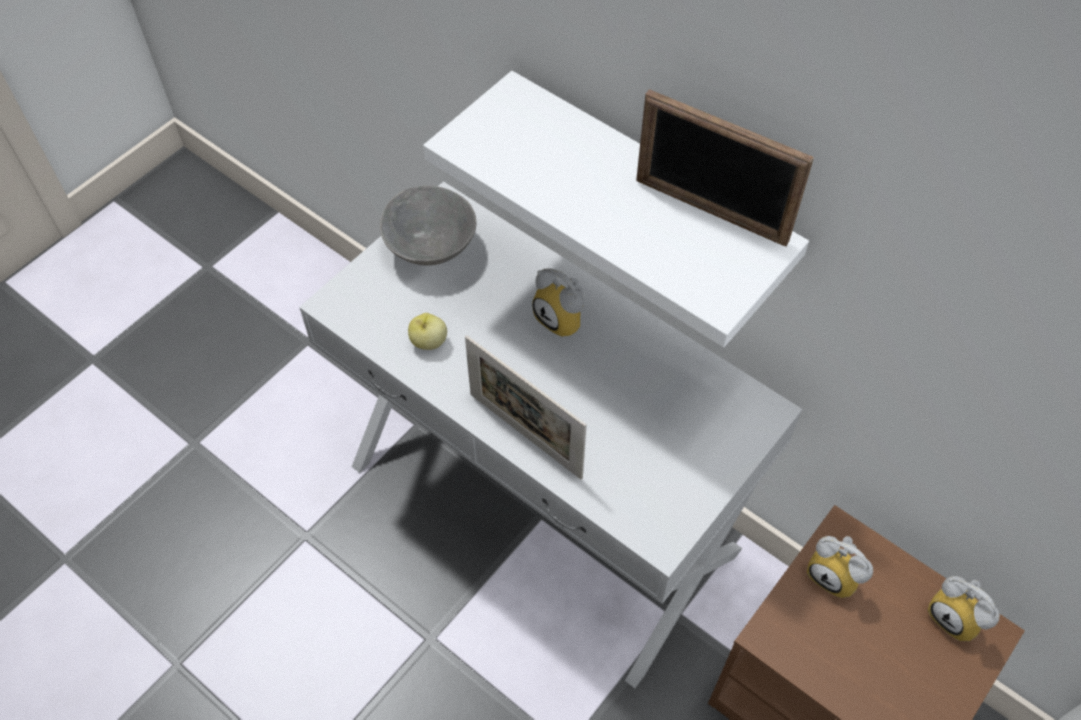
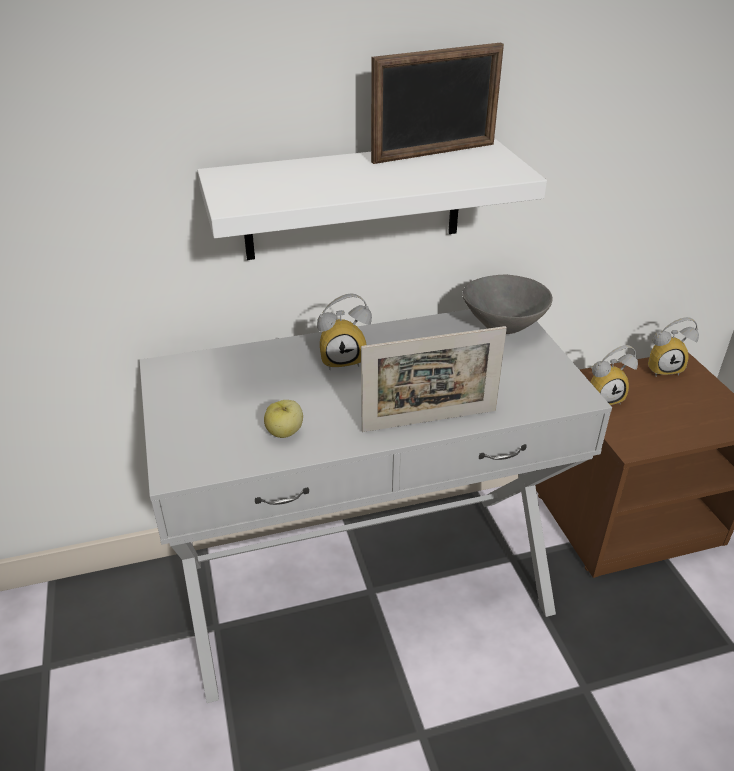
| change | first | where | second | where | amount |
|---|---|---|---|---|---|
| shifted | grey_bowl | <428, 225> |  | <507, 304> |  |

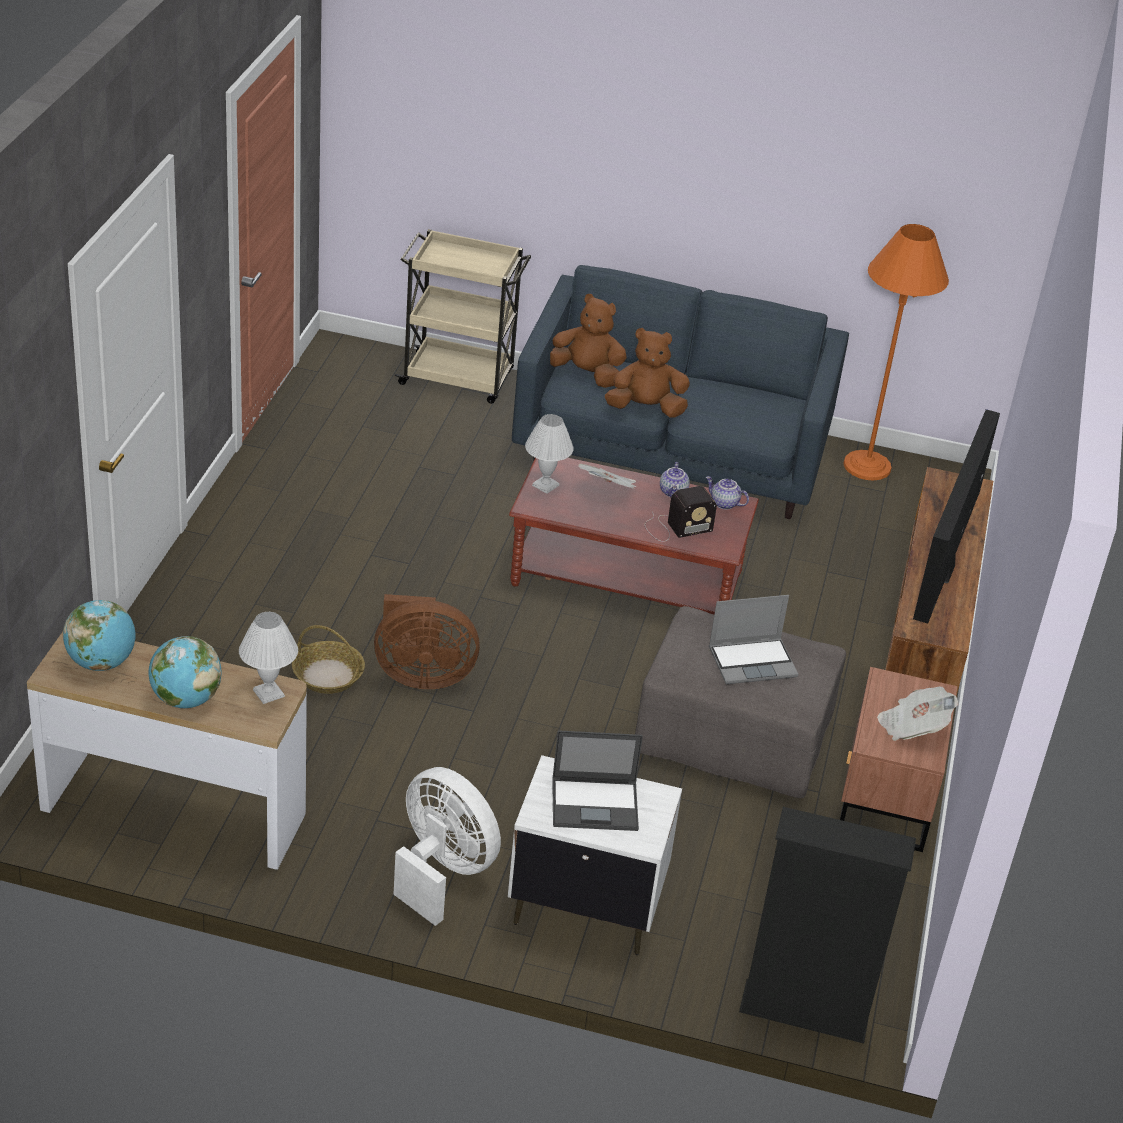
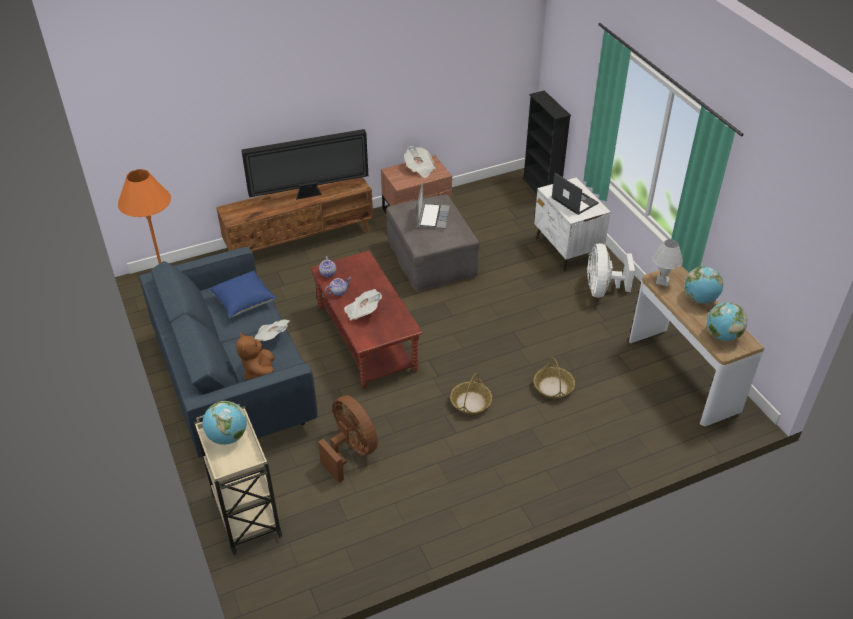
| change | first | where | second | where | amount |
|---|---|---|---|---|---|
| shifted | brownish_fan | <427, 641> |  | <348, 439> |  |
| gone | whitish_lamp_for_a_table | <549, 454> |  |  |  |
| swapped | brownish_cuddly_toy | <647, 373> | daily_paper | <272, 330> |  |
| gone | radio_receiver | <681, 514> |  |  |  |
| rotated | portable_computer | <753, 639> |  | <433, 205> | 60 degrees clockwise |
| new |  |  | world_globe | <225, 423> |  |
| new |  |  | bluish_throw_pillow | <243, 294> |  |
| new |  |  | basket | <471, 394> |  |

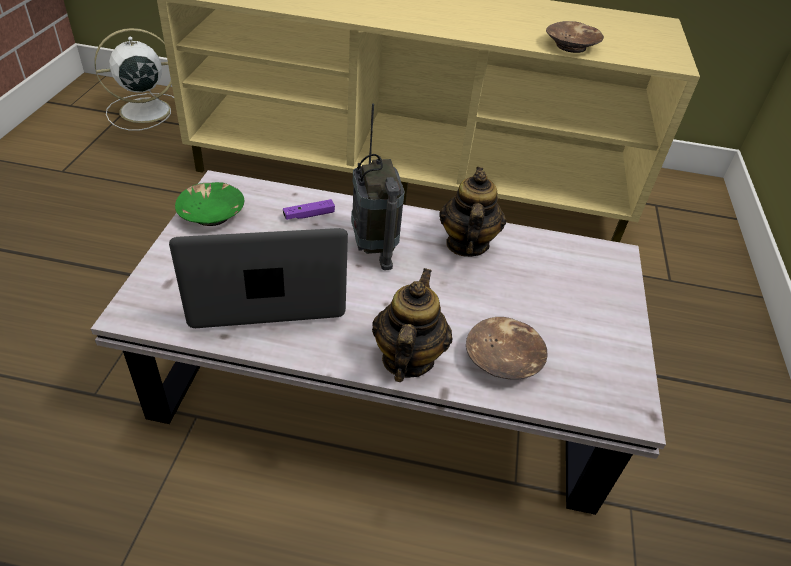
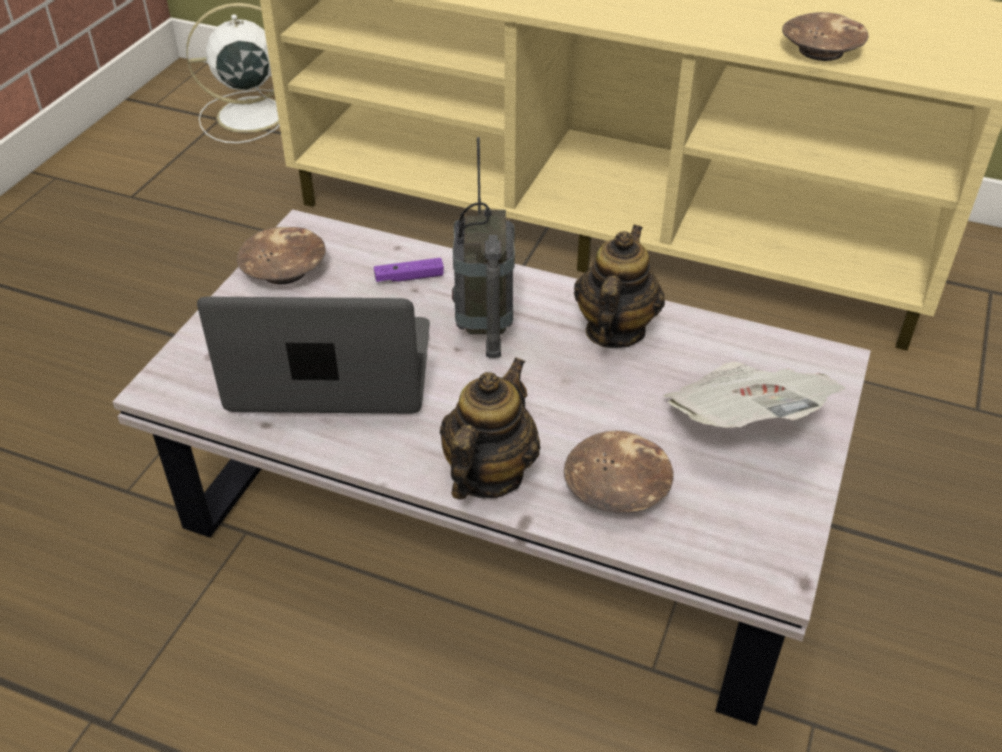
| change | first | where | second | where | amount |
|---|---|---|---|---|---|
| repainted | greenish_bowl | <210, 204> | brownish_bowl | <281, 255> |  |
| new |  |  | daily_paper | <754, 395> |  |

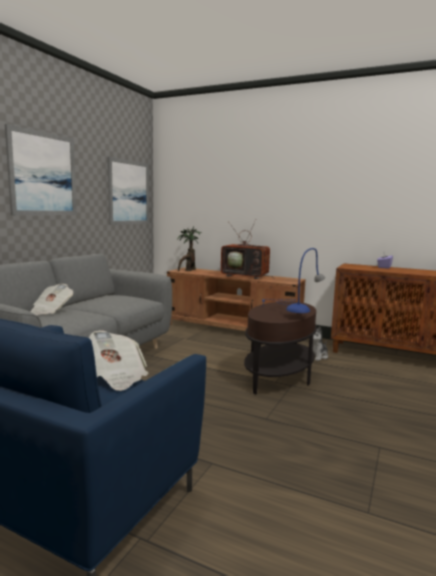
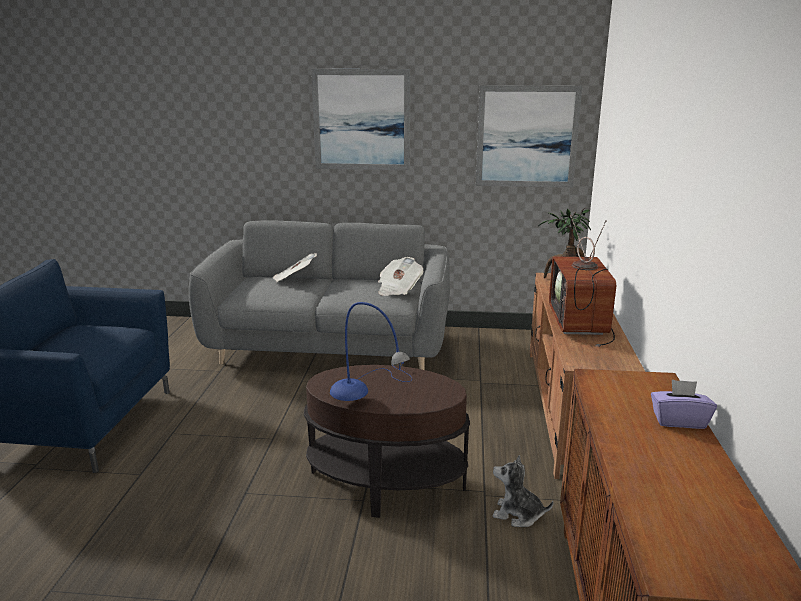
| change | first | where | second | where | amount |
|---|---|---|---|---|---|
| shifted | daily_paper | <119, 361> |  | <401, 276> |  |

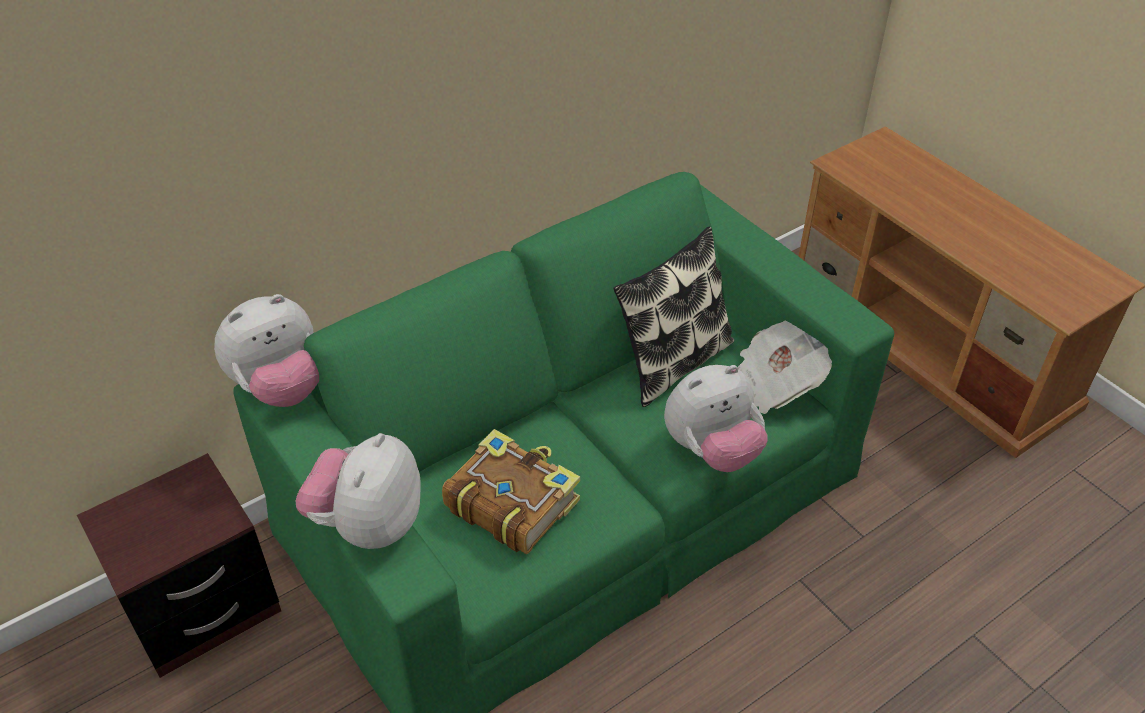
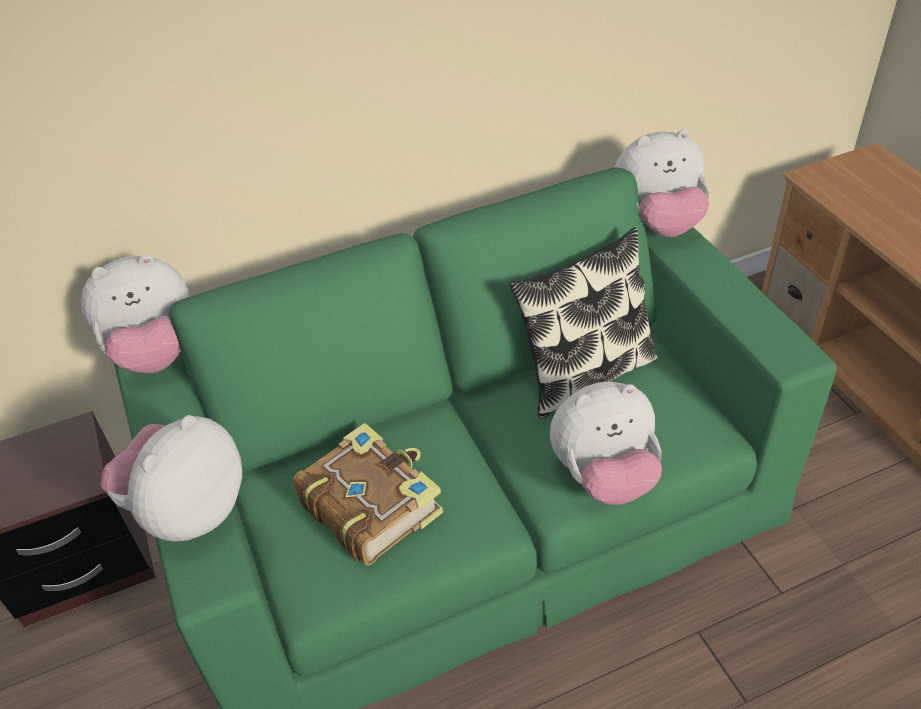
| change | first | where | second | where | amount |
|---|---|---|---|---|---|
| gone | daily_paper | <785, 367> |  |  |  |
| new |  |  | cuddly_toy | <661, 183> |  |

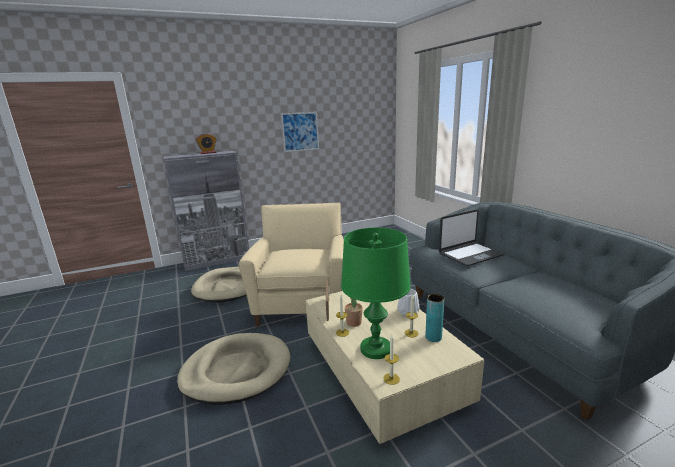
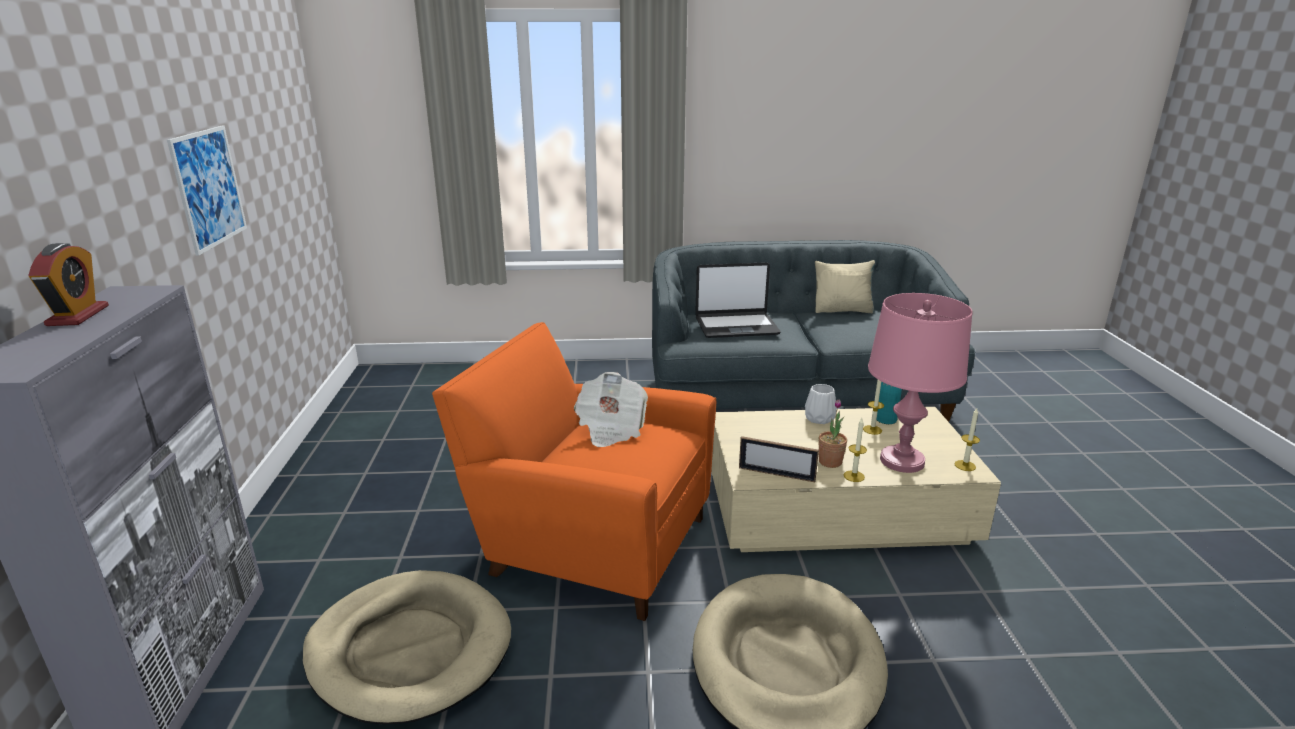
| change | first | where | second | where | amount |
|---|---|---|---|---|---|
| repainted | sand-coloured_easy_chair | <291, 265> | orange_easy_chair | <574, 471> |  |
| repainted | greenish_lamp_for_a_table | <376, 293> | pinkish_lamp_for_a_table | <920, 383> |  |
| rotated | portable_computer | <471, 238> |  | <738, 300> | 90 degrees clockwise |
| new |  |  | daily_paper | <611, 409> |  |
| new |  |  | sand-coloured_throw_pillow | <845, 286> |  |

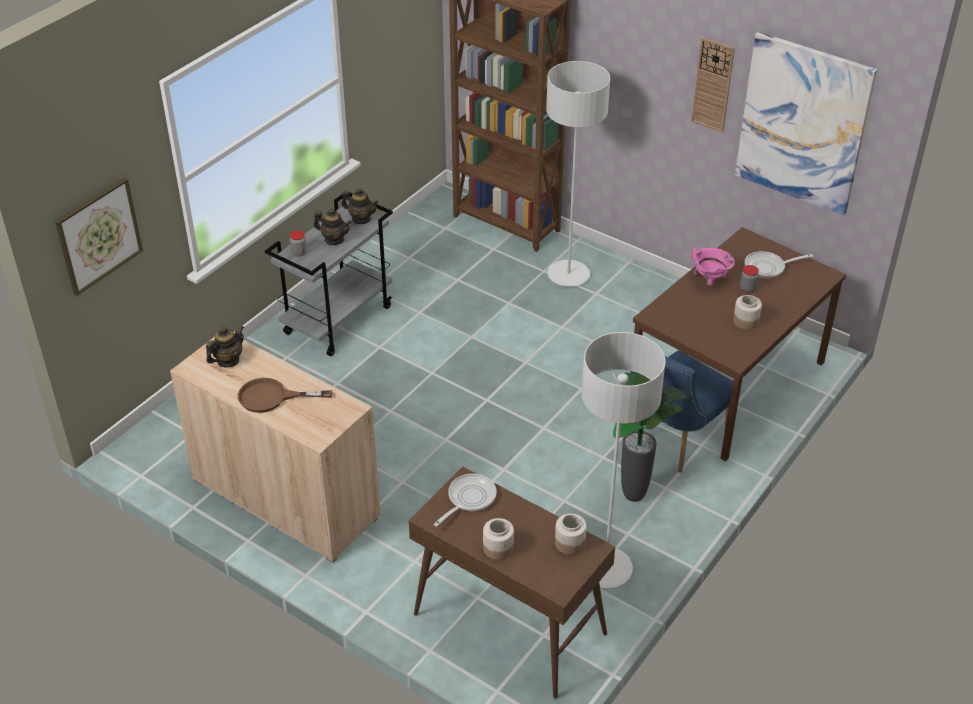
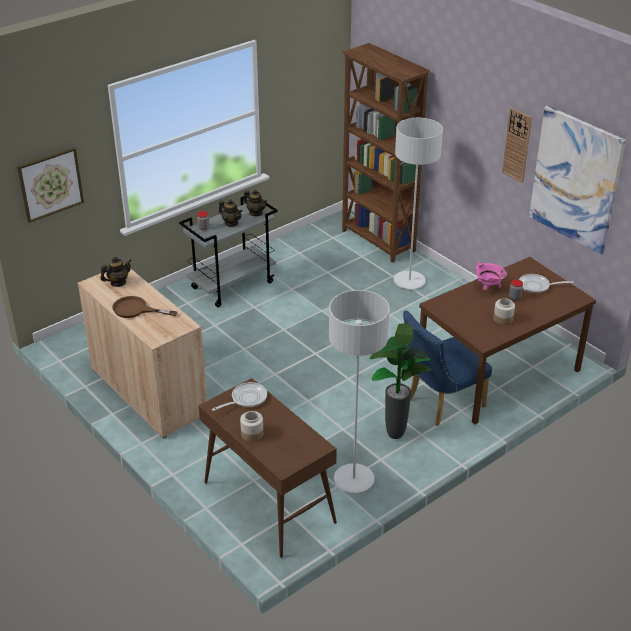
| change | first | where | second | where | amount |
|---|---|---|---|---|---|
| gone | jar | <571, 534> |  |  |  |

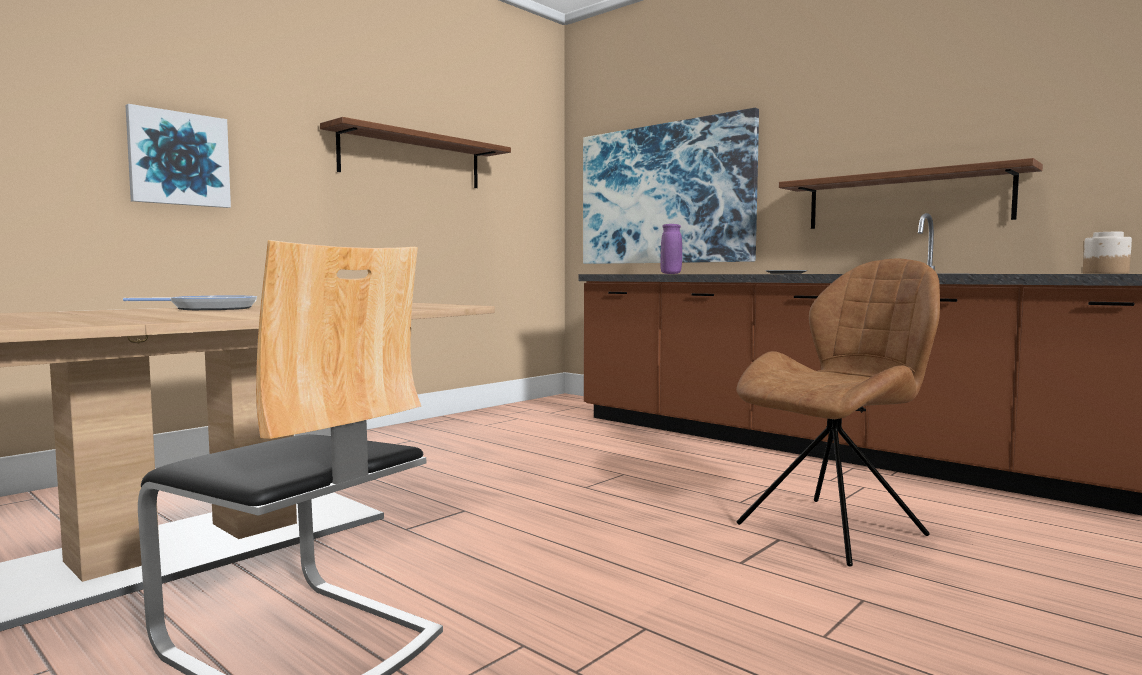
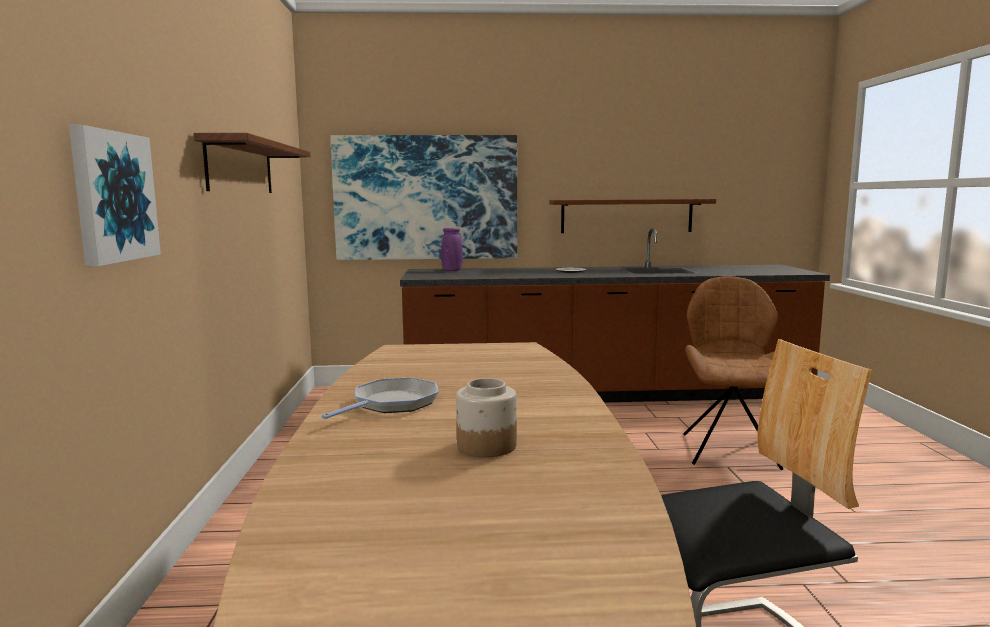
| change | first | where | second | where | amount |
|---|---|---|---|---|---|
| shifted | jar | <1107, 253> |  | <486, 417> |  |

